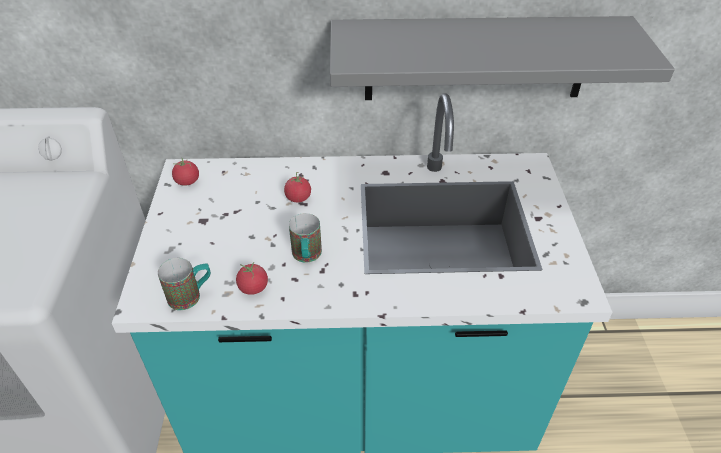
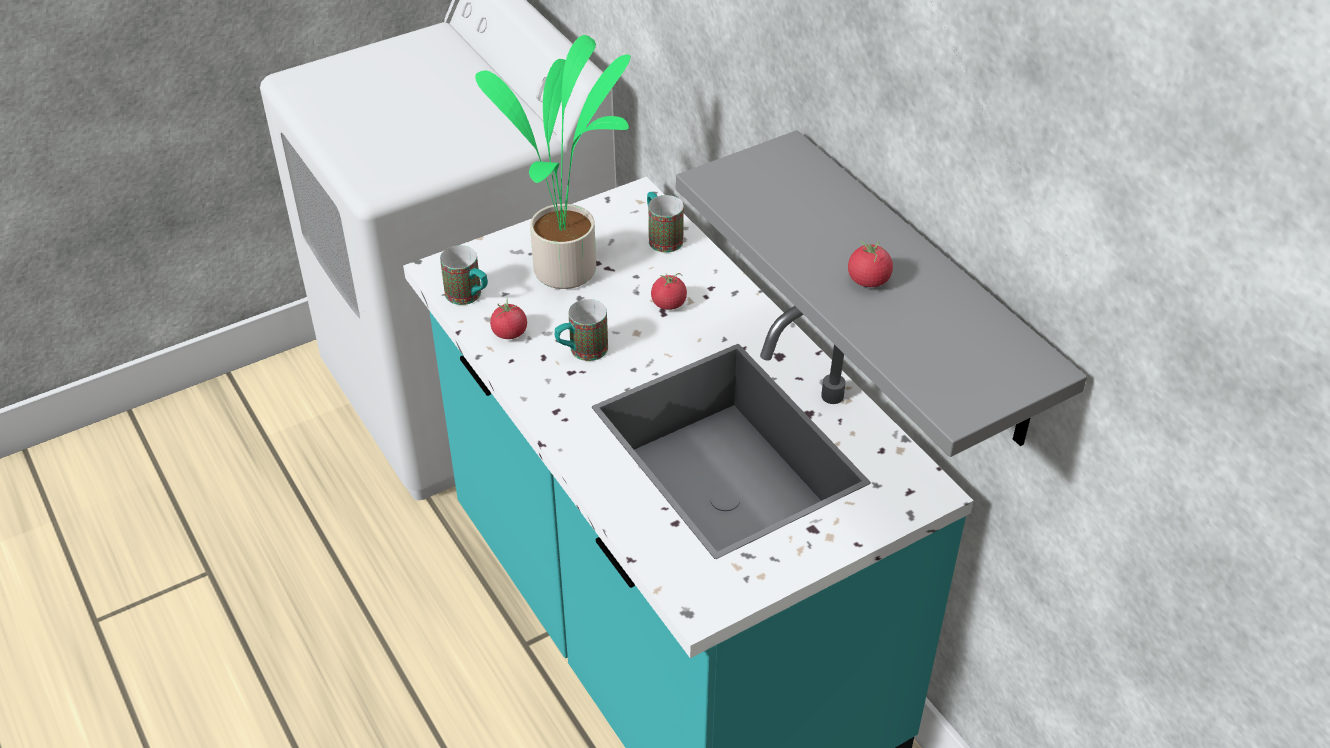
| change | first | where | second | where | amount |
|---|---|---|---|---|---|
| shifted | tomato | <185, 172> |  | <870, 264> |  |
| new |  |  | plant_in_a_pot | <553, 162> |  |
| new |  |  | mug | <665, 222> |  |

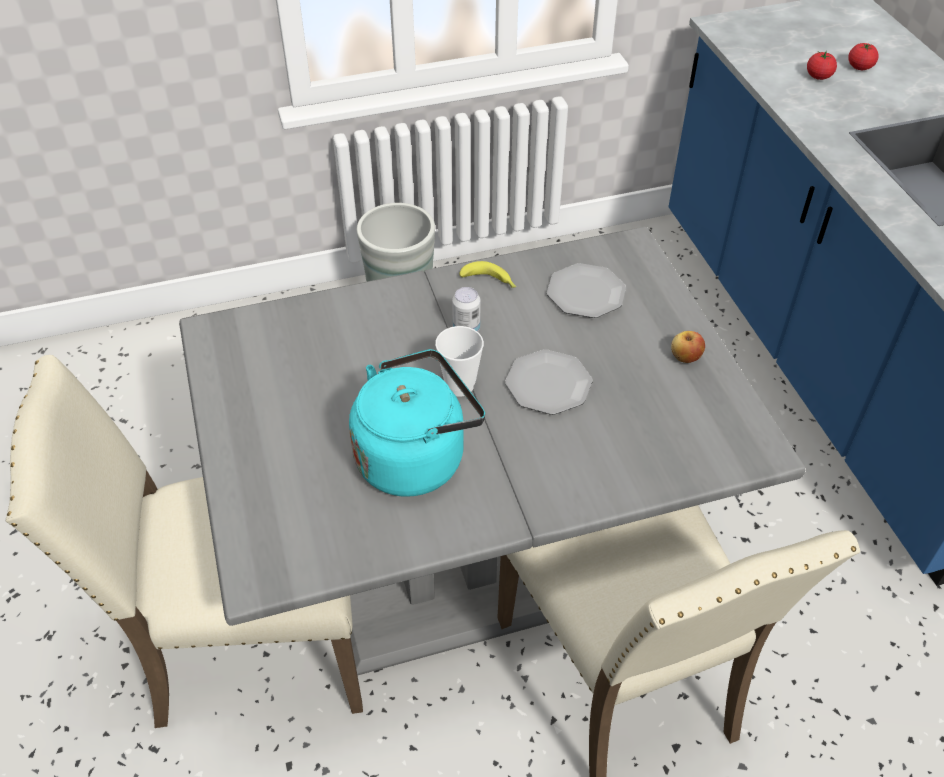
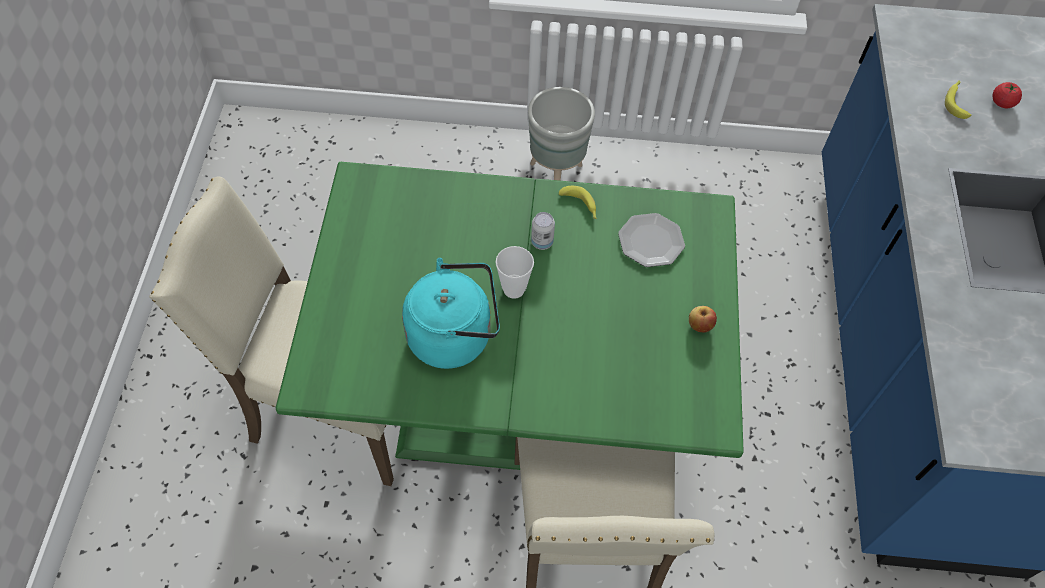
| change | first | where | second | where | amount |
|---|---|---|---|---|---|
| repainted | grey_dinner_table | <492, 451> | greenish_dinner_table | <509, 316> |  |
| gone | flat_dish | <549, 382> |  |  |  |
| swapped | tomato | <822, 65> | whole_banana | <958, 99> |  |

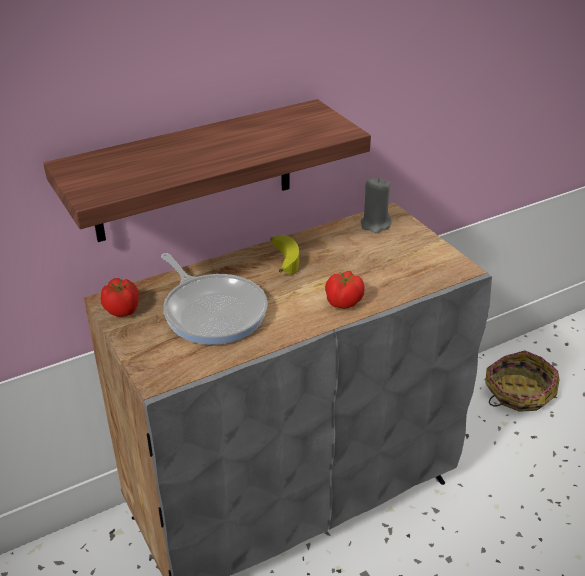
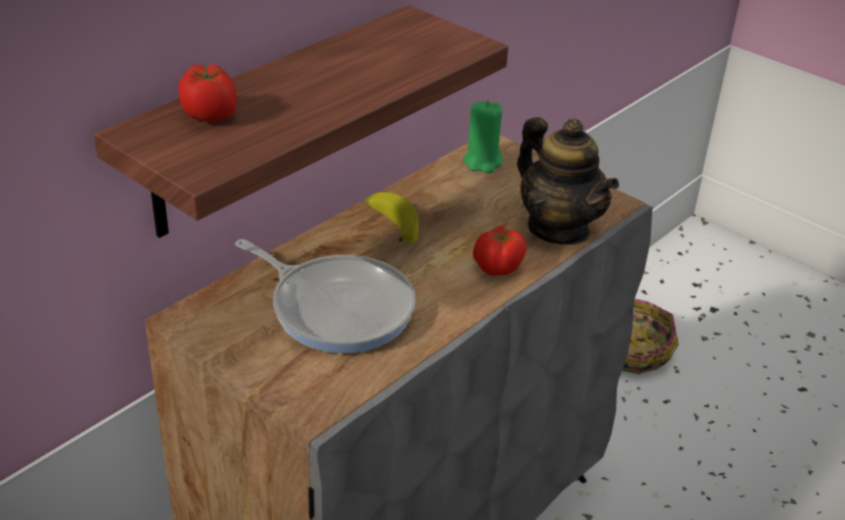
| change | first | where | second | where | amount |
|---|---|---|---|---|---|
| shifted | tomato | <120, 297> |  | <208, 94> |  |
| repainted | grey_candle | <376, 205> | greenish_candle | <483, 137> |  |
| new |  |  | tea_pot | <568, 181> |  |

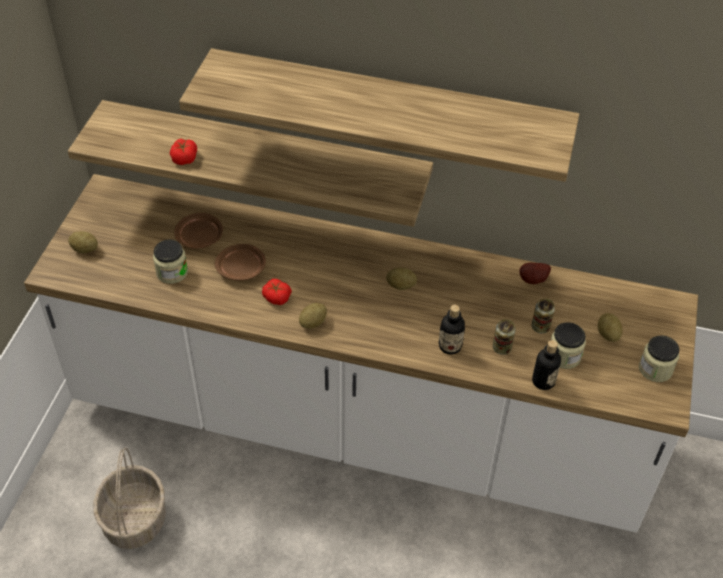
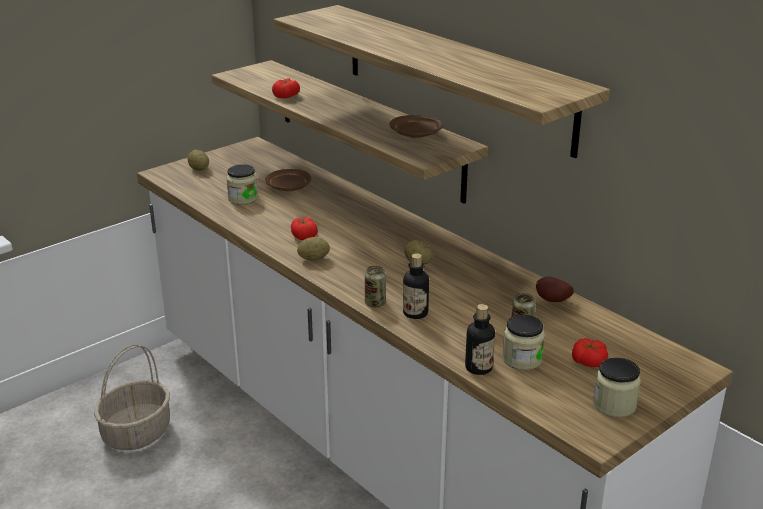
| change | first | where | second | where | amount |
|---|---|---|---|---|---|
| shifted | brownish_flat_dish | <240, 262> |  | <416, 126> |  |
| shifted | sealed_can | <504, 337> |  | <375, 286> |  |
| swapped | whole_potato | <610, 327> | tomato | <590, 352> |  |

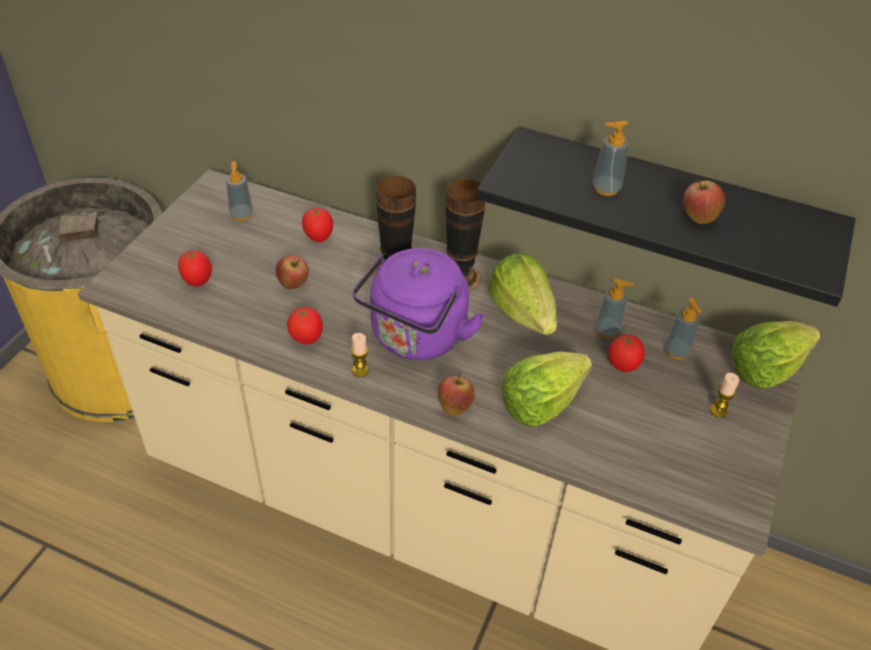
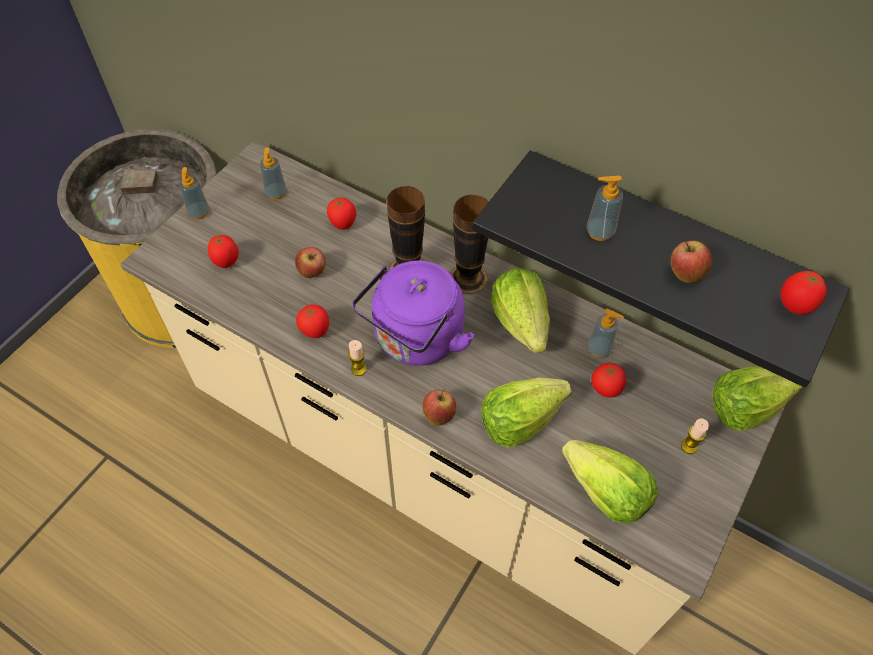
| change | first | where | second | where | amount |
|---|---|---|---|---|---|
| shifted | liquid_soap_bottle | <682, 329> |  | <194, 193> |  |
| new |  |  | lettuce | <610, 481> |  |
| new |  |  | tomato | <804, 293> |  |

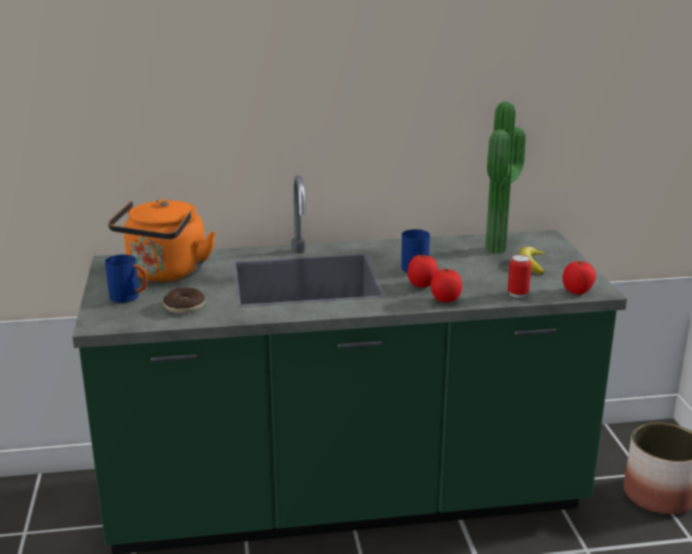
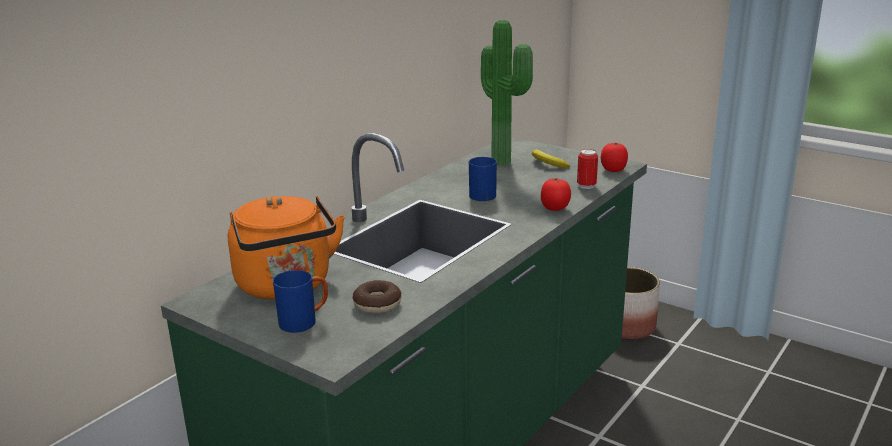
| change | first | where | second | where | amount |
|---|---|---|---|---|---|
| gone | tomato | <423, 270> |  |  |  |

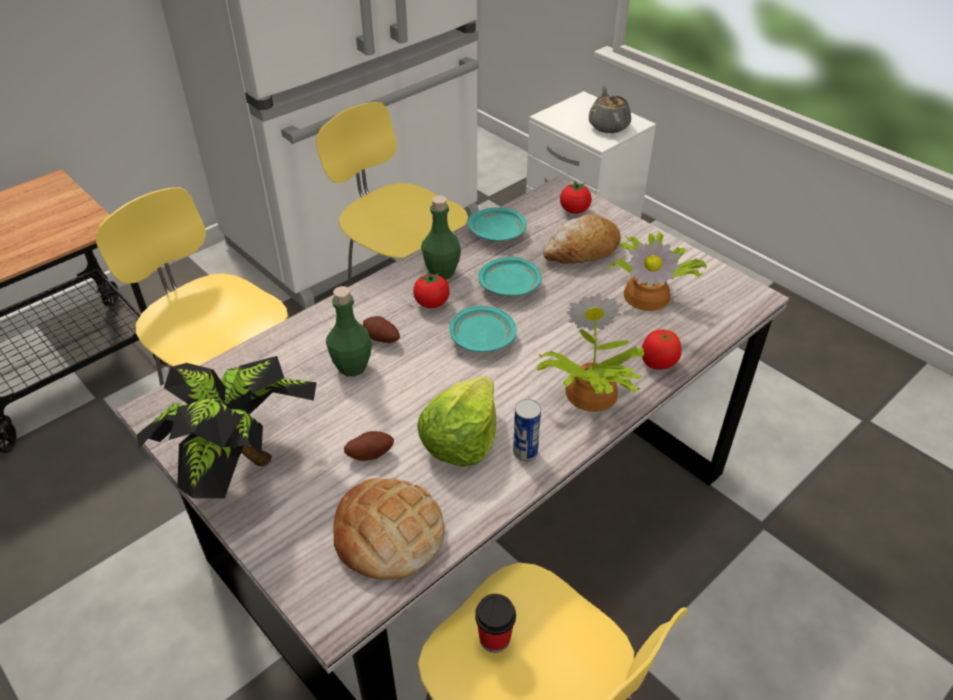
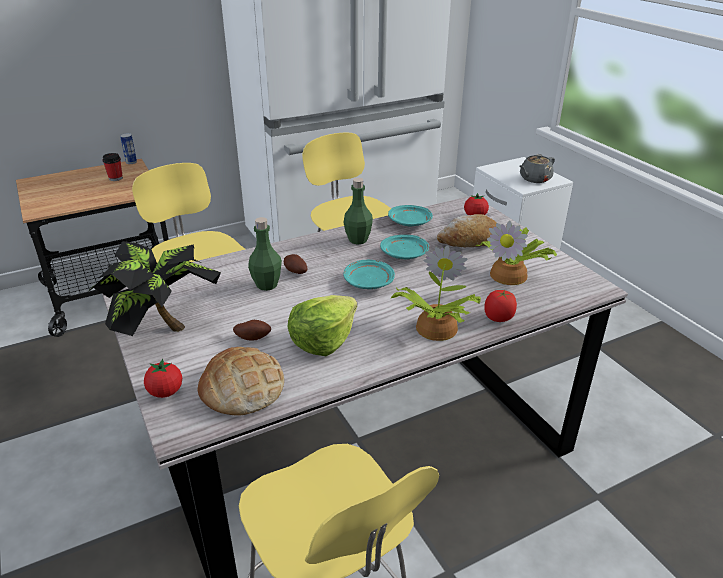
| change | first | where | second | where | amount |
|---|---|---|---|---|---|
| shifted | tomato | <431, 289> |  | <163, 378> |  |
| shifted | drinking_cup | <495, 623> |  | <112, 167> |  |
| shifted | sealed_can | <527, 430> |  | <128, 148> |  |
| rotated | grey_tea_pot | <610, 109> |  | <537, 168> | 135 degrees counterclockwise |

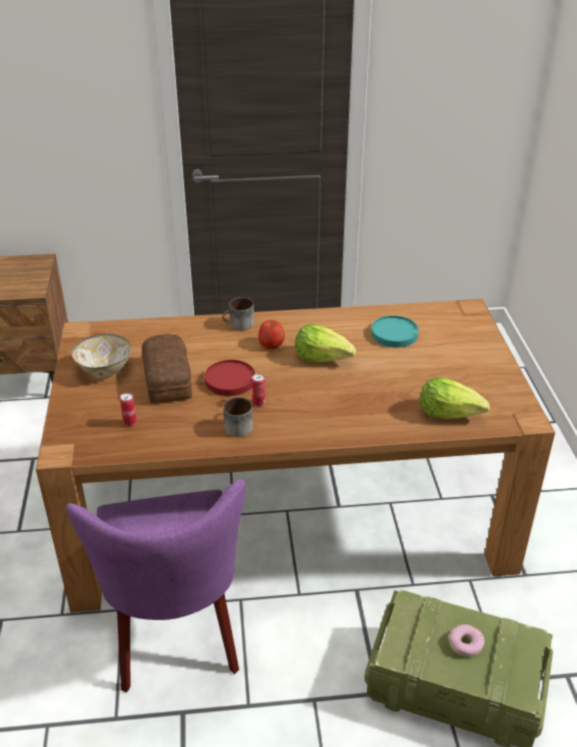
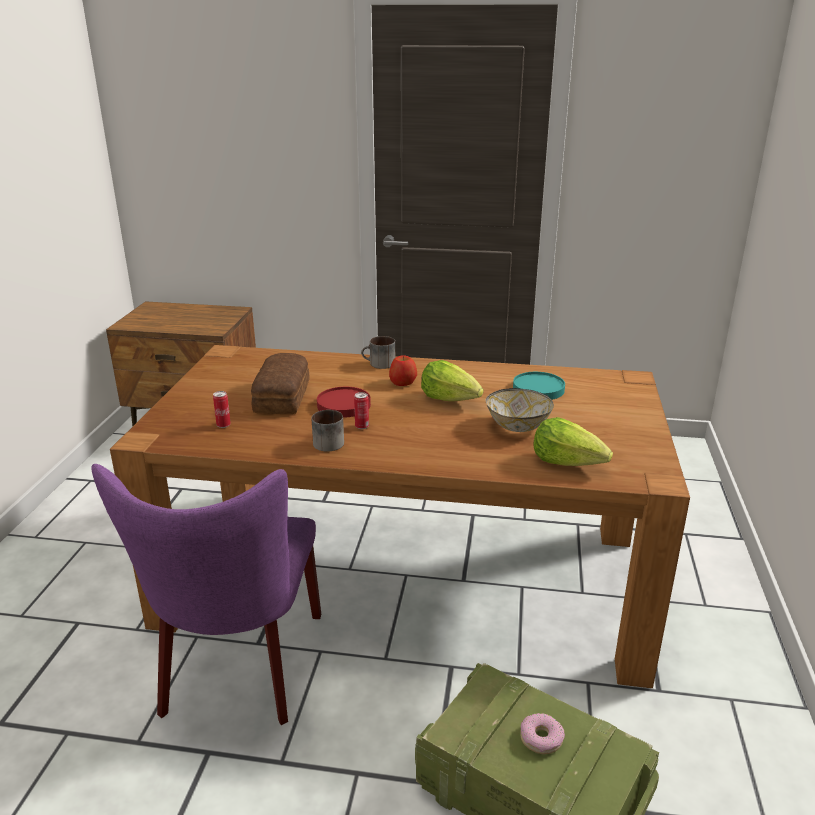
| change | first | where | second | where | amount |
|---|---|---|---|---|---|
| shifted | bowl | <101, 355> |  | <520, 410> |  |

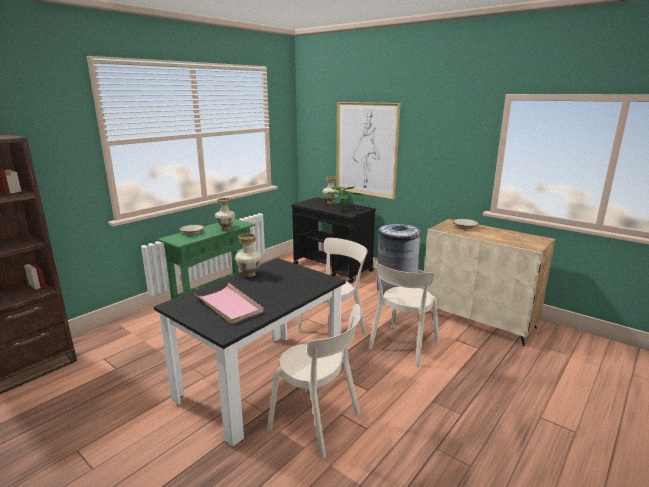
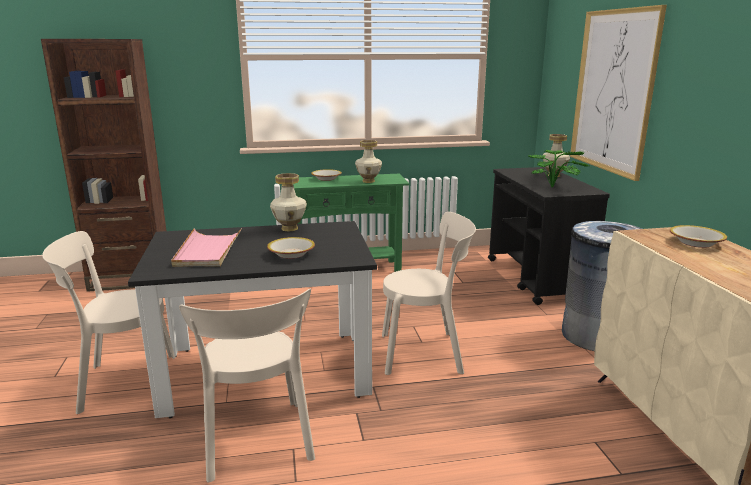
| change | first | where | second | where | amount |
|---|---|---|---|---|---|
| shifted | sand-coloured_plain_chair | <403, 313> |  | <108, 322> |  |
| new |  |  | bowl | <291, 248> |  |

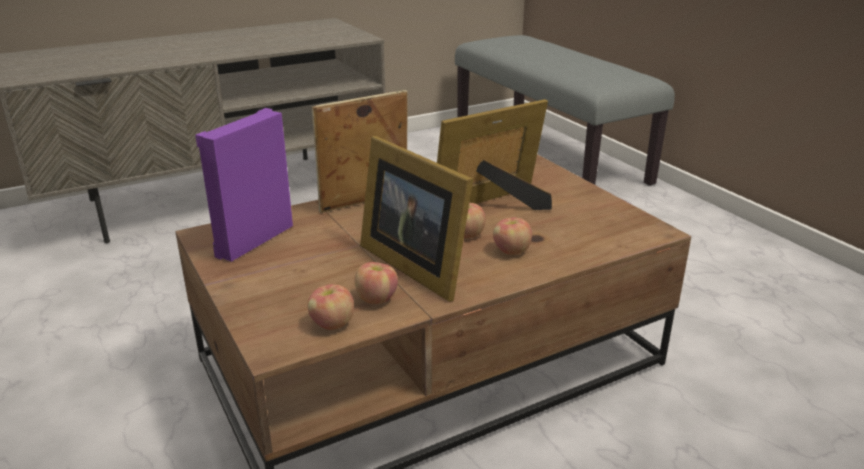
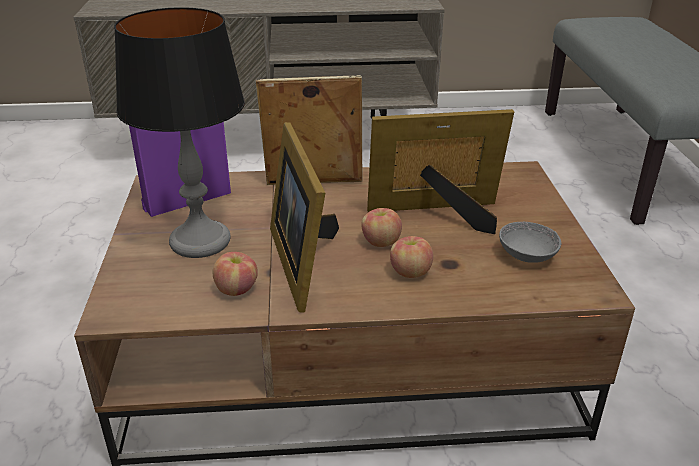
| change | first | where | second | where | amount |
|---|---|---|---|---|---|
| gone | apple | <330, 307> |  |  |  |
| new |  |  | lamp_for_a_table | <179, 132> |  |
| new |  |  | grey_bowl | <530, 242> |  |

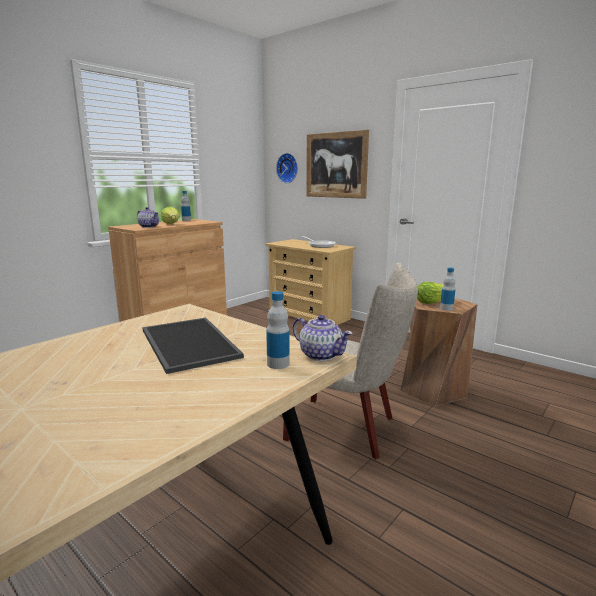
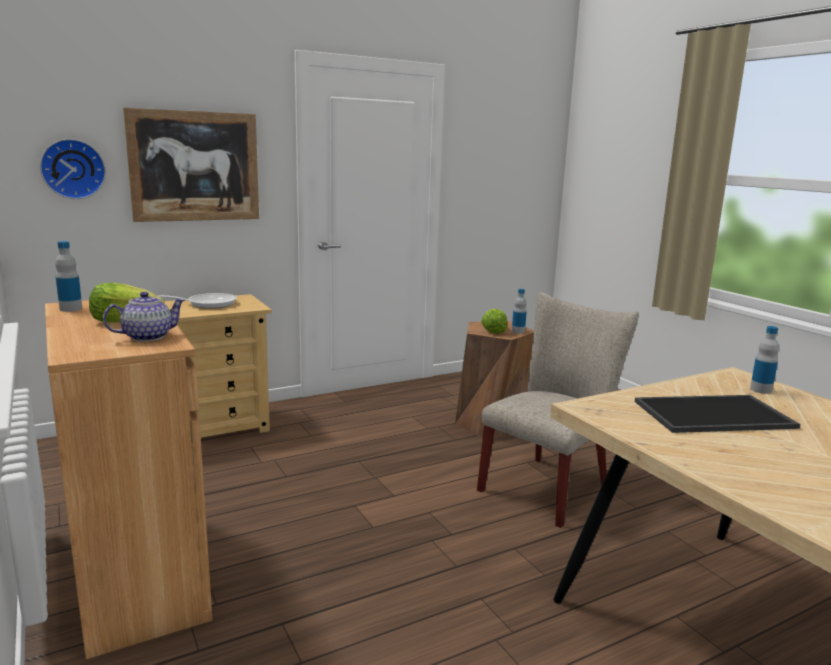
| change | first | where | second | where | amount |
|---|---|---|---|---|---|
| gone | tea_pot | <323, 338> |  |  |  |

